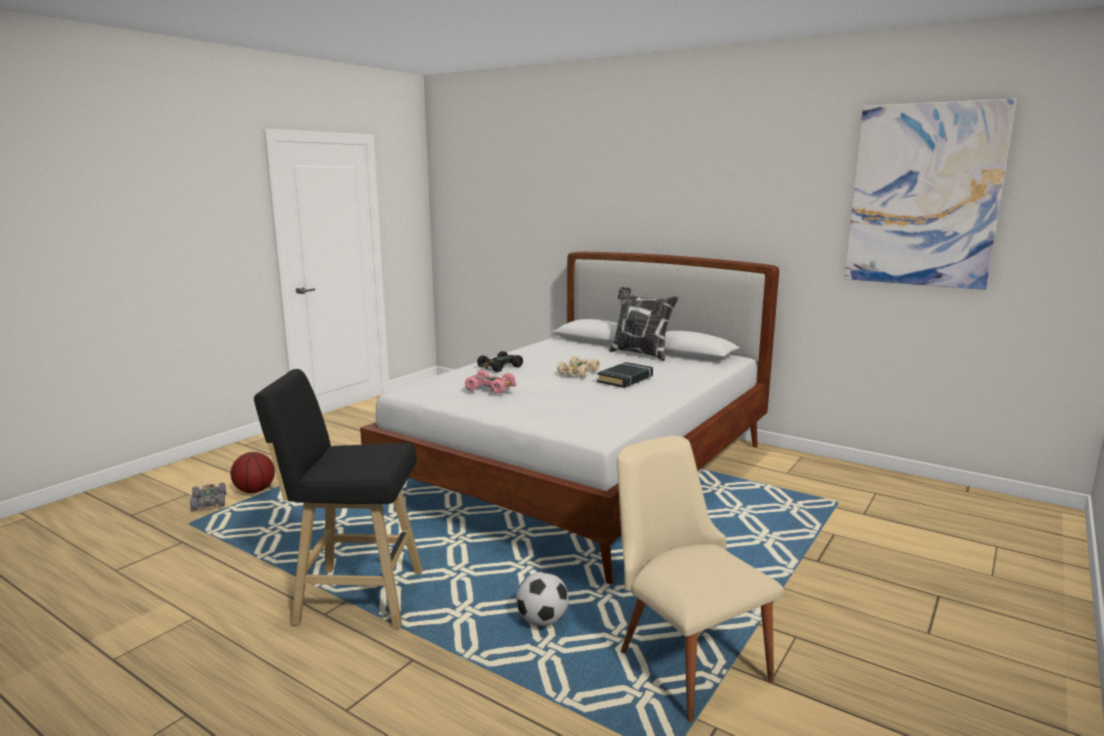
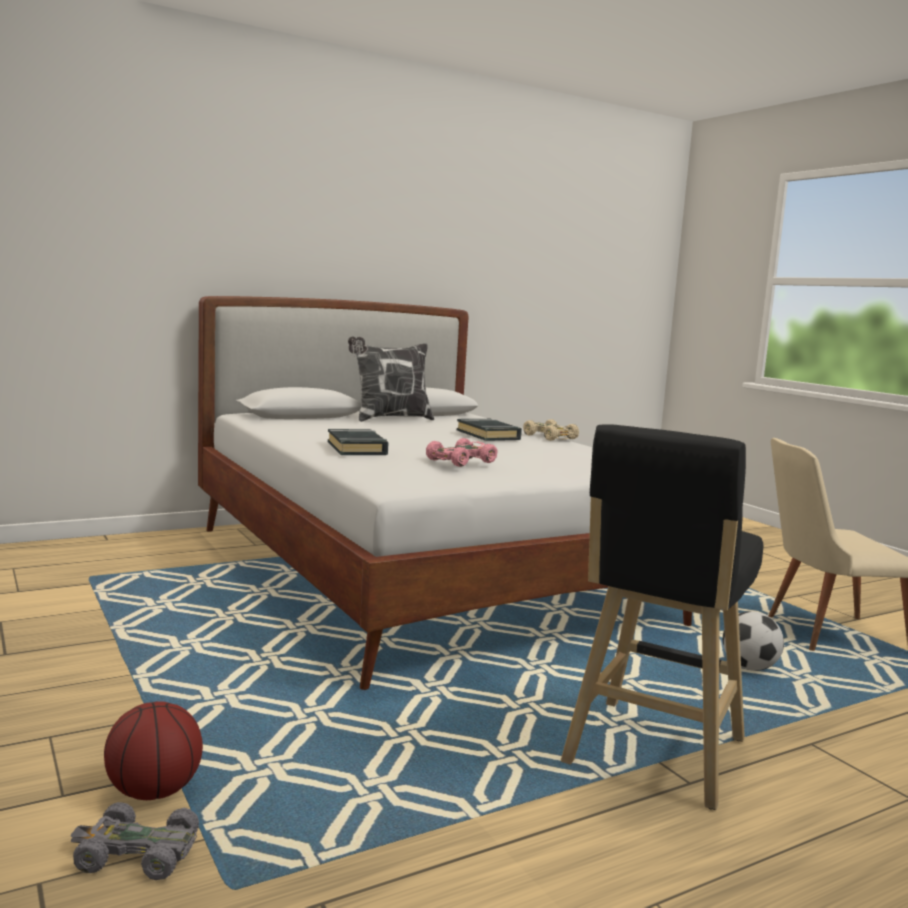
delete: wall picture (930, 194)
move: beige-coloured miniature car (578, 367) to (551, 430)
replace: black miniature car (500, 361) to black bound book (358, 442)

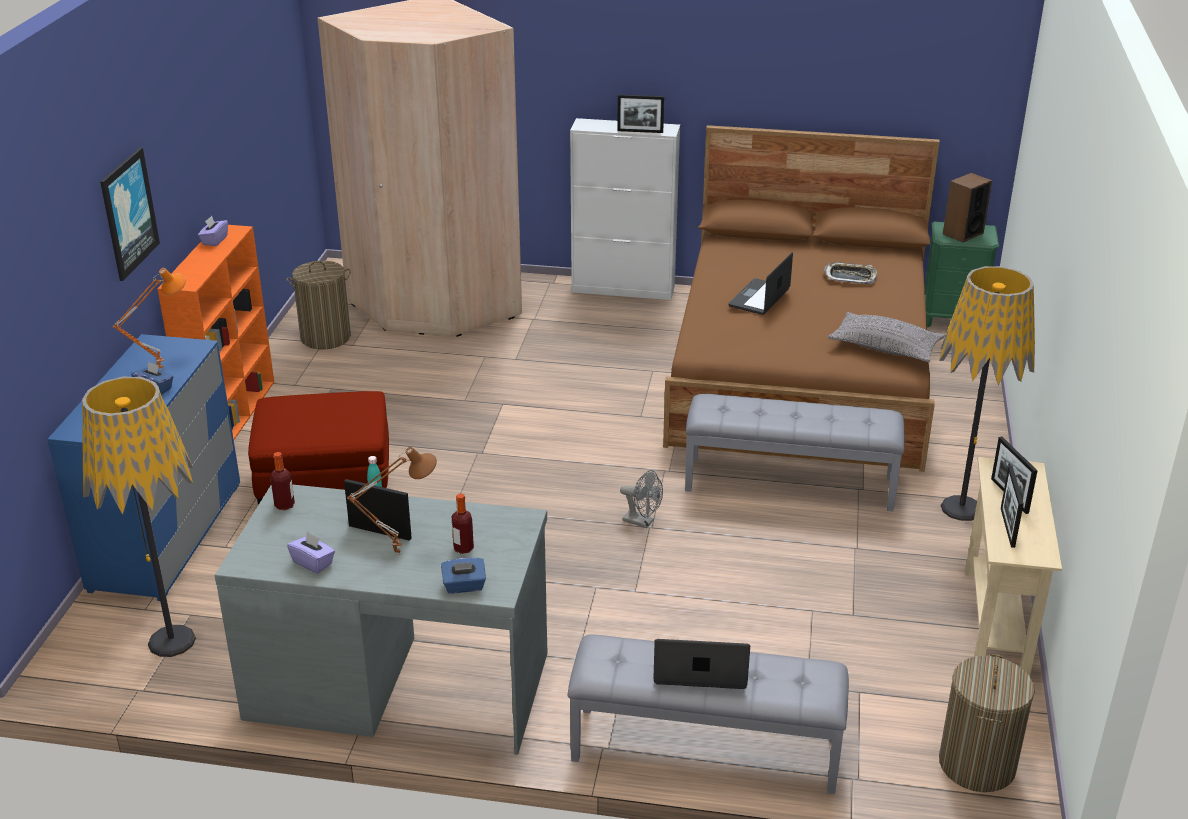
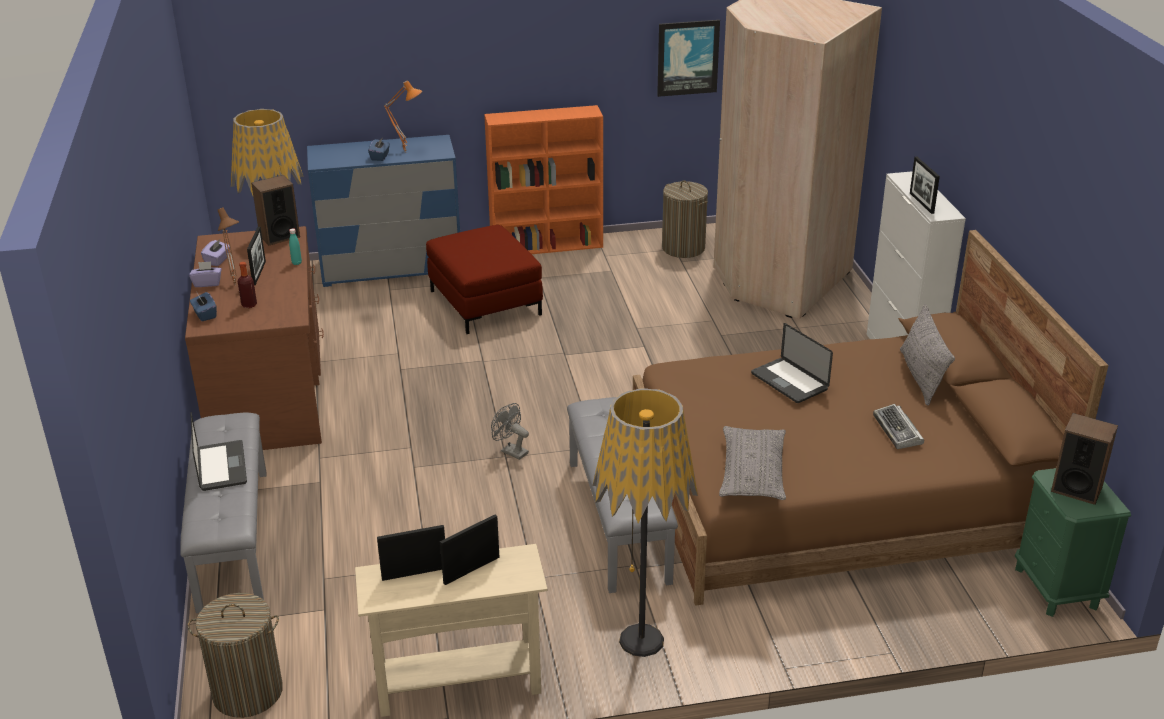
insert: grey throw pillow (927, 355)
move: wall picture (130, 214) to (688, 58); purple-coloured tissue box (213, 231) to (205, 274)
replace: bottle (282, 481) to speaker (275, 210); serving tray (850, 273) to PC keyboard (898, 426)
recolor: grey desk unit (381, 619) to brown desk unit (254, 338)
rotate: grey fan (641, 499) = (510, 431) 120 degrees clockwise; notebook computer (761, 283) = (792, 363) 135 degrees counterclockwise

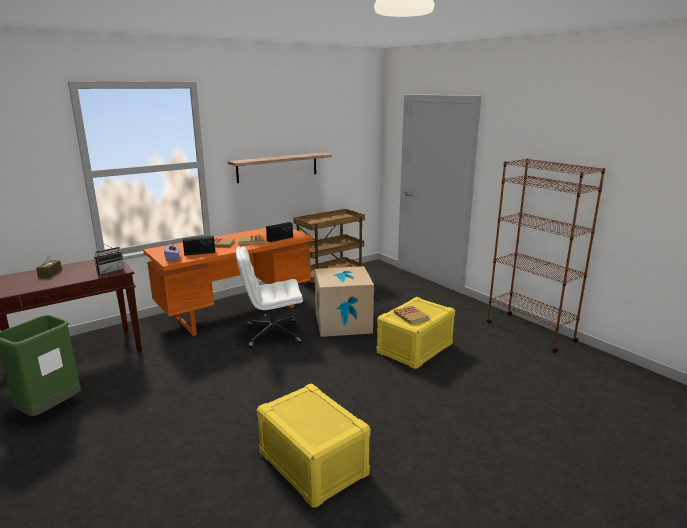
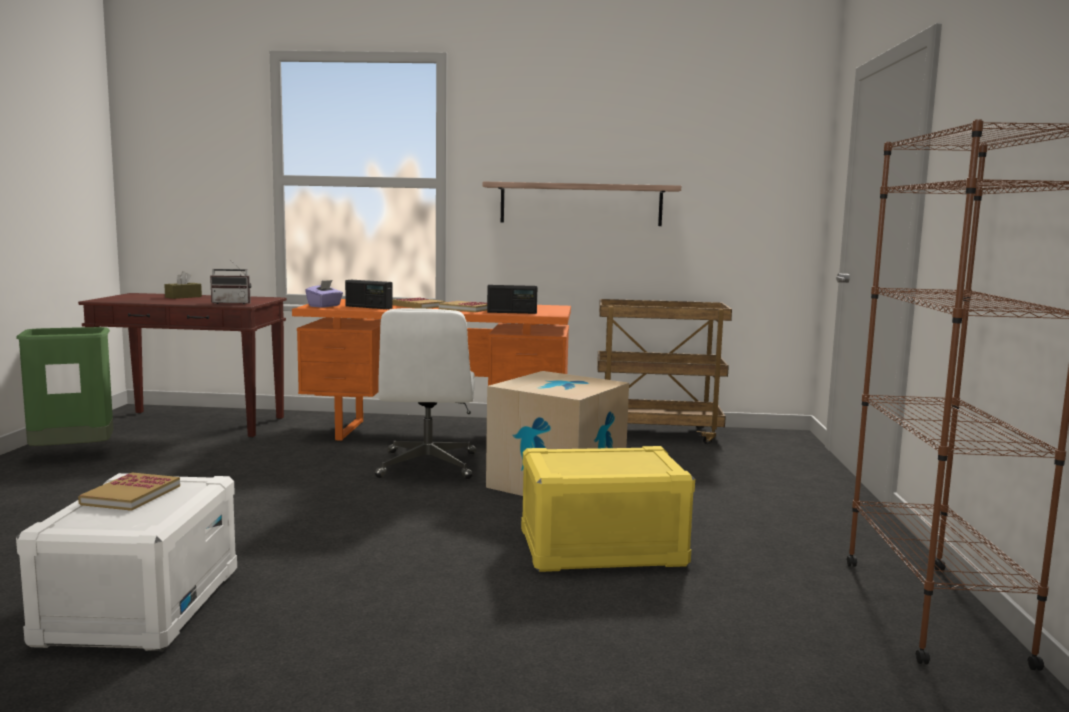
move: bound book (411, 315) to (129, 492)
recolor: yellow storage box (313, 445) to whitish storage box (126, 562)
rotate: whitish desk chair (269, 297) = (425, 393) 120 degrees counterclockwise

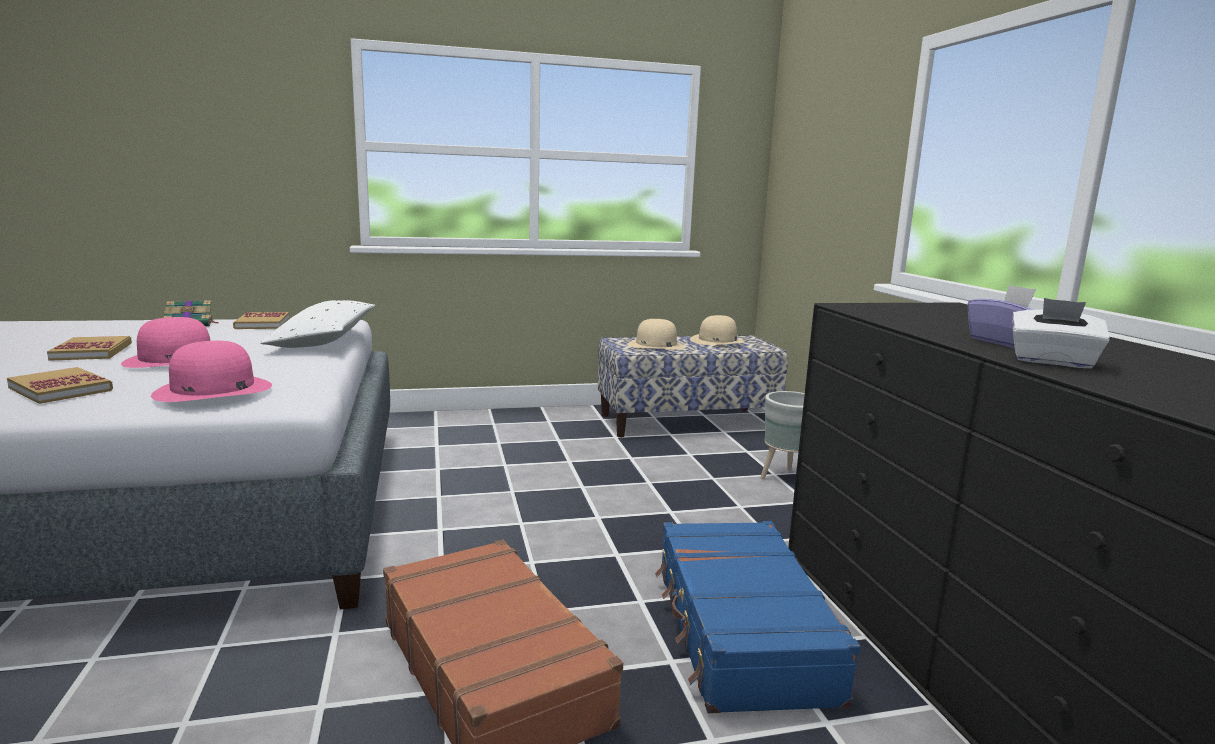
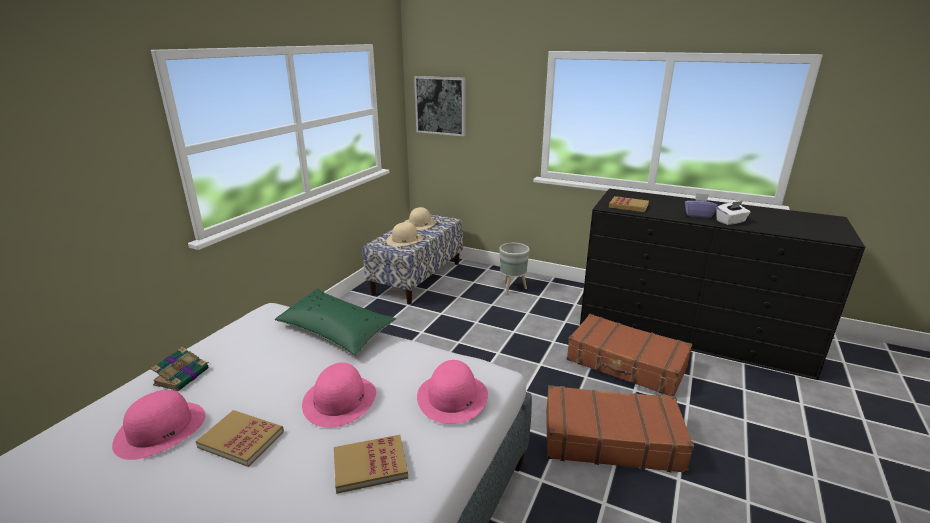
insert: pink-coloured wearable hat (159, 425); wall picture (439, 106)
move: bound book (261, 320) to (629, 204)
recolor: whitish throw pillow (317, 324) to green-coloured throw pillow (335, 322); blue-coloured piece of luggage (757, 617) to brown piece of luggage (629, 355)

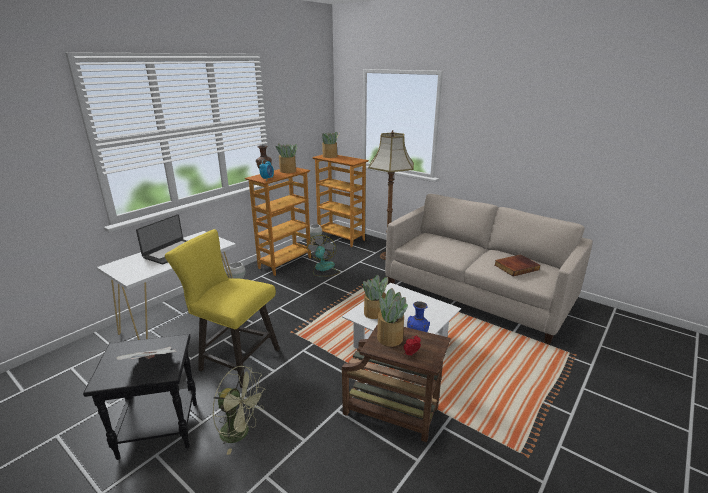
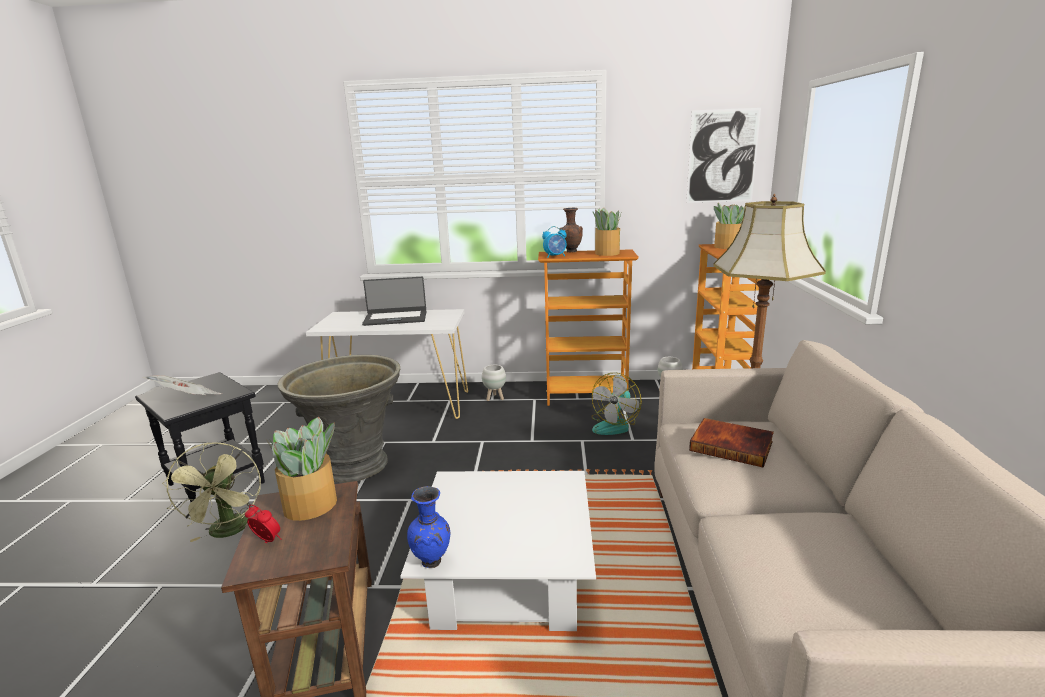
delete: plant in a pot (375, 297)
insert: wall picture (723, 155)
move: bound book (517, 265) to (731, 443)
replace: yellow stool seat (222, 308) to grey plant pot (339, 419)
rotate: fan (323, 256) = (616, 404) 150 degrees clockwise

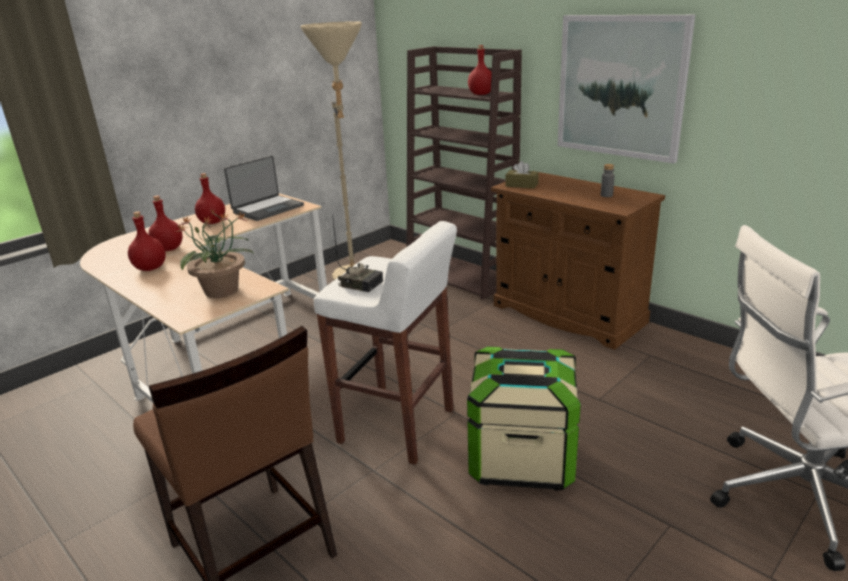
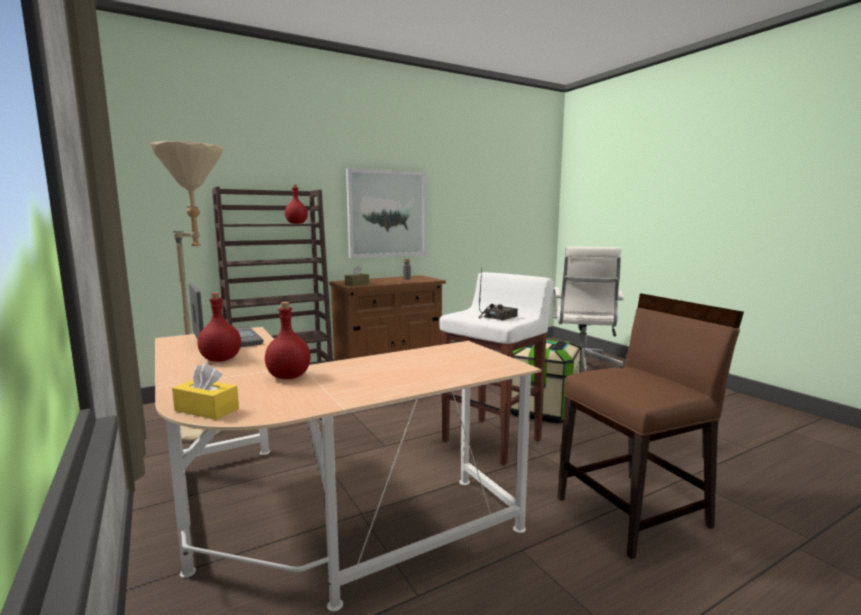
delete: red-coloured bottle (147, 241); plant in a pot (214, 254)
insert: yellow tissue box (205, 391)

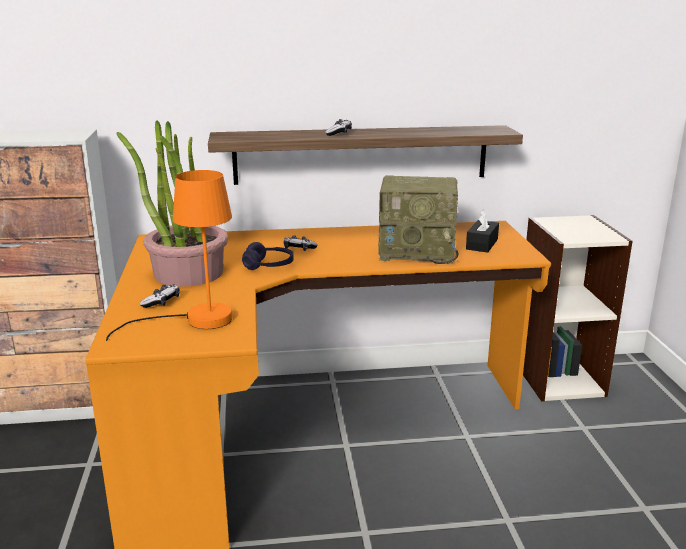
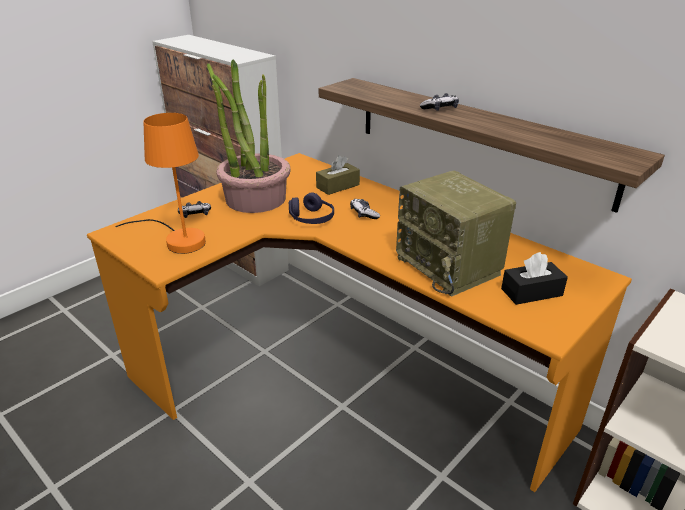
insert: brown tissue box (338, 175)

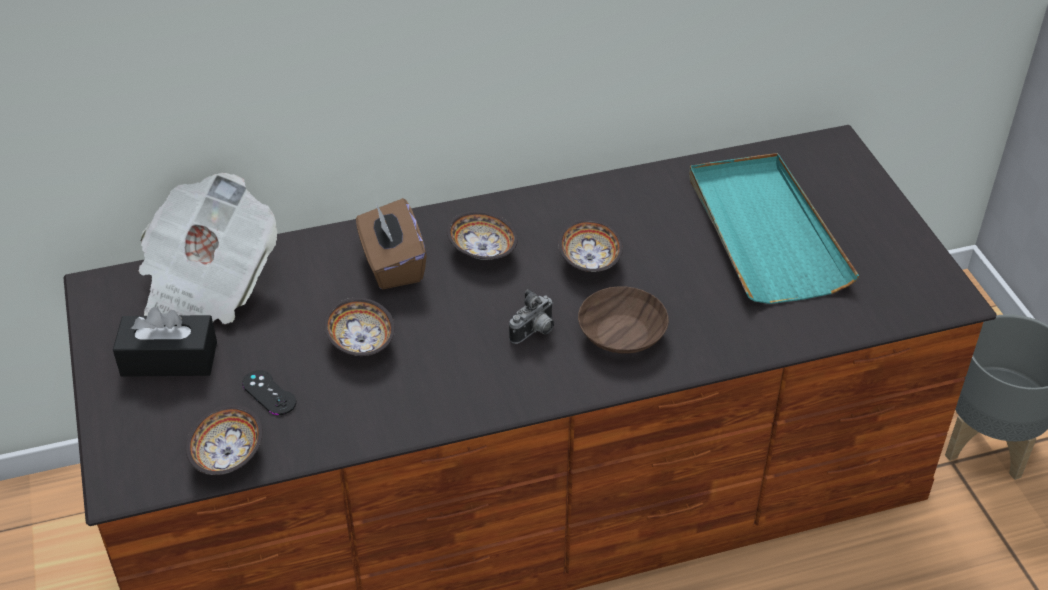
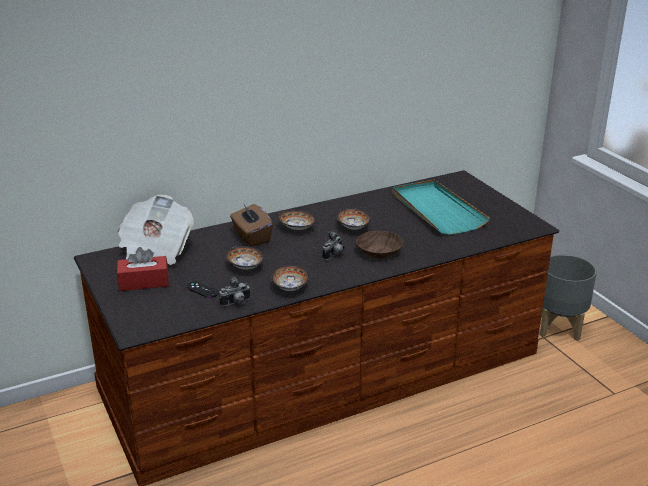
insert: photo camera (234, 291)
move: deep dish (224, 440) to (290, 278)
recolor: black tissue box (165, 342) to red-coloured tissue box (143, 269)

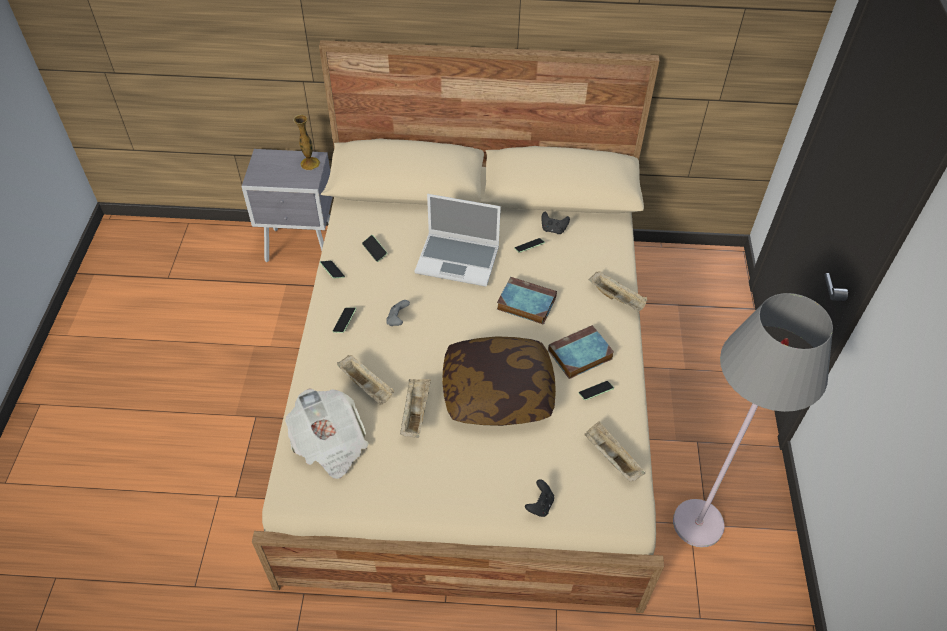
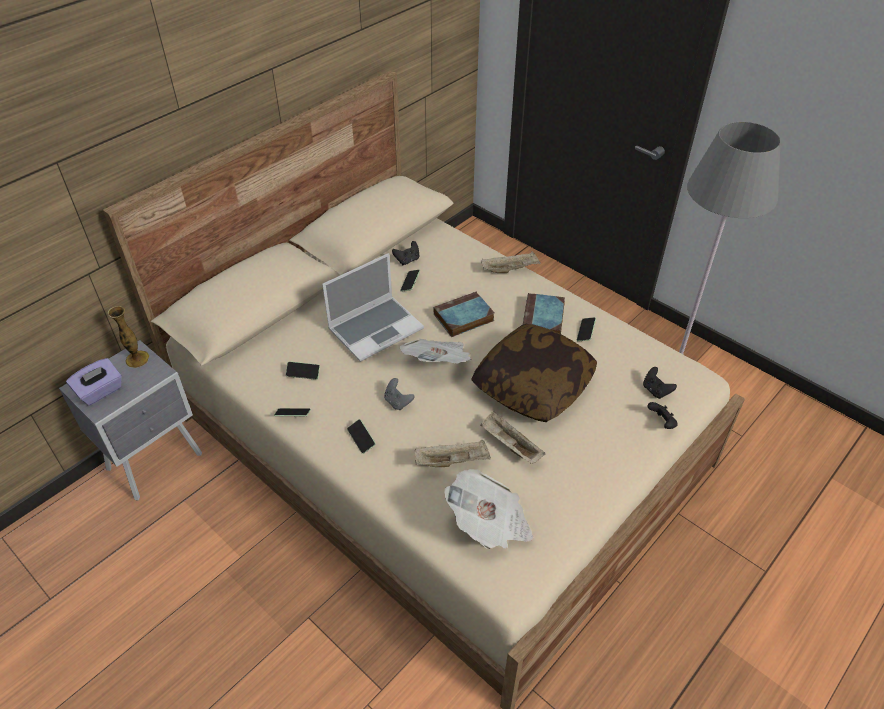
delete: beige-coloured serving tray (614, 452)
insert: purple-coloured tissue box (94, 382); printed paper (435, 351); black game controller (660, 383)

